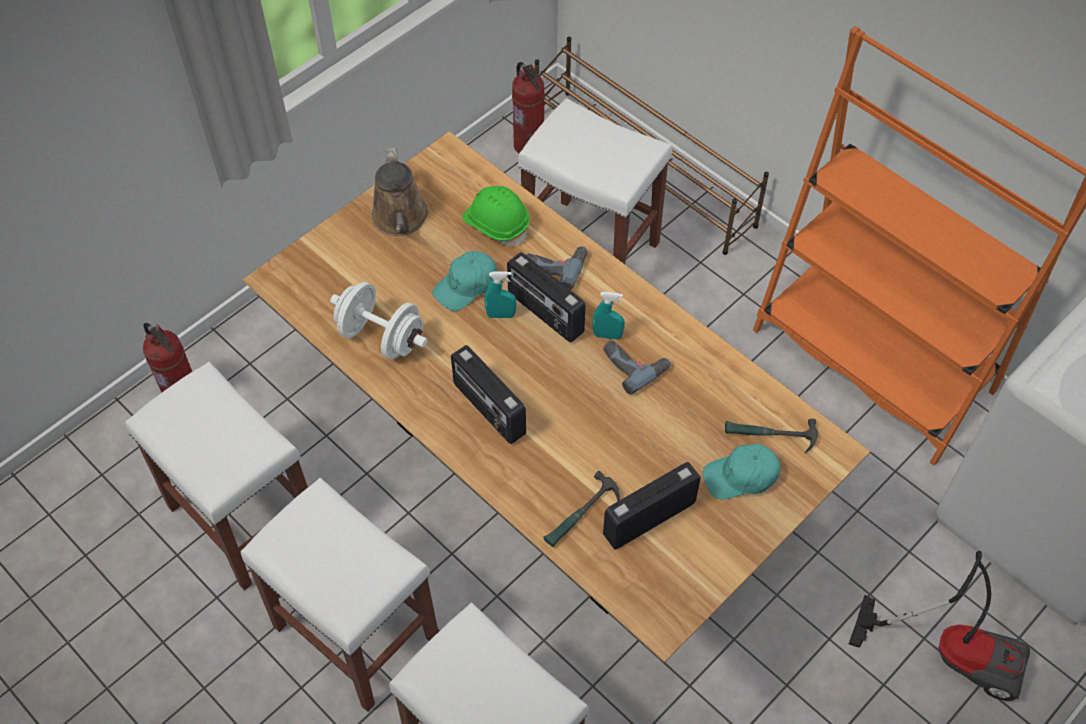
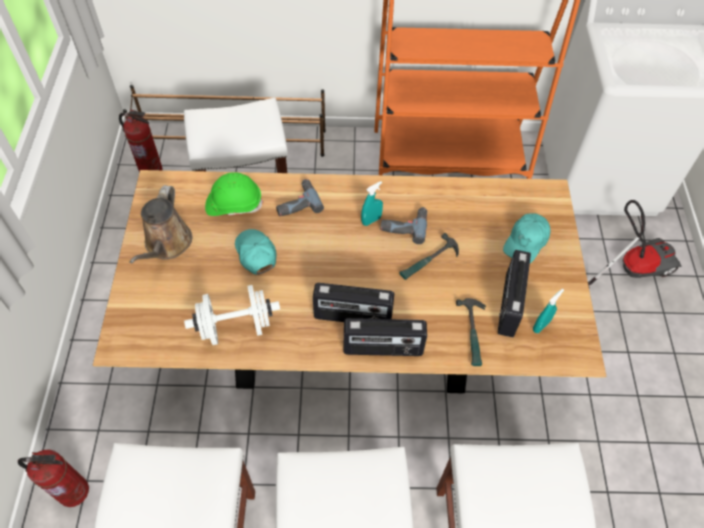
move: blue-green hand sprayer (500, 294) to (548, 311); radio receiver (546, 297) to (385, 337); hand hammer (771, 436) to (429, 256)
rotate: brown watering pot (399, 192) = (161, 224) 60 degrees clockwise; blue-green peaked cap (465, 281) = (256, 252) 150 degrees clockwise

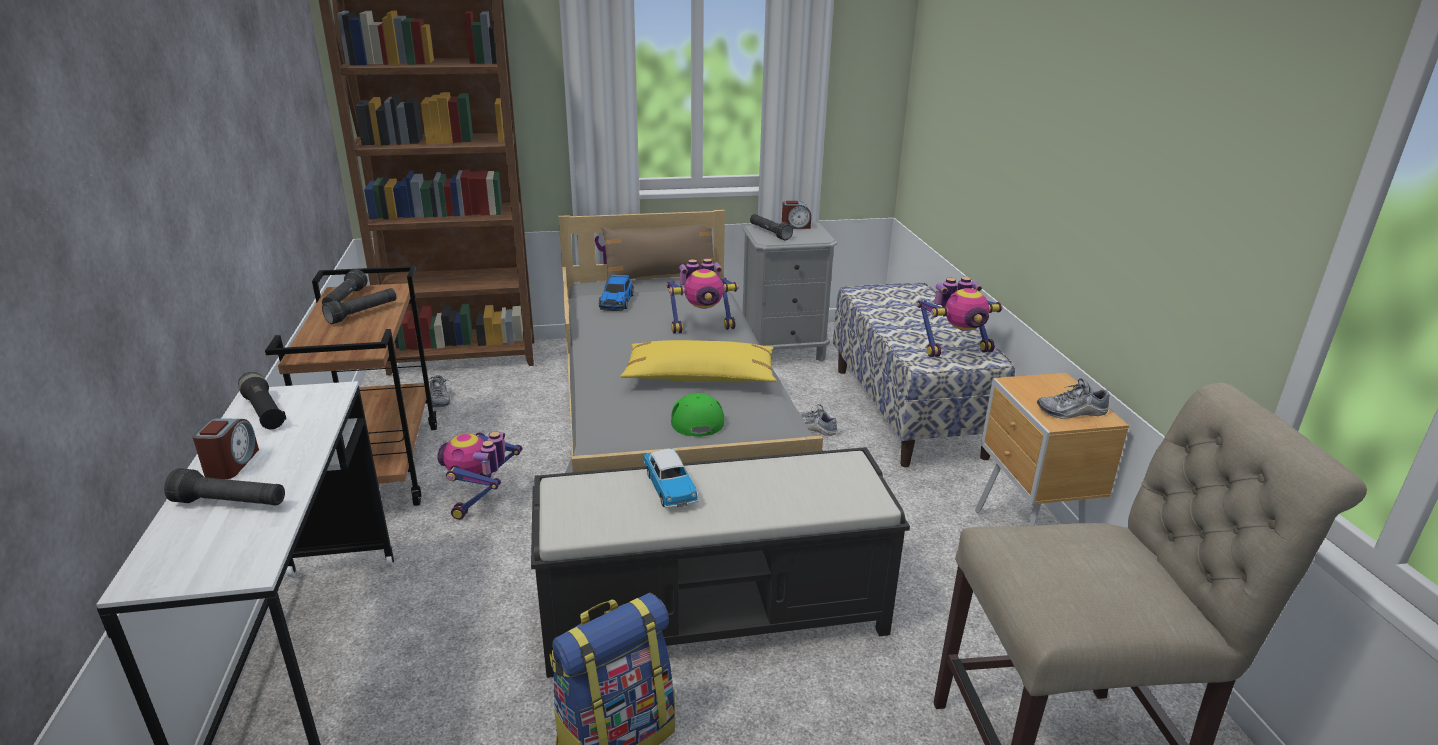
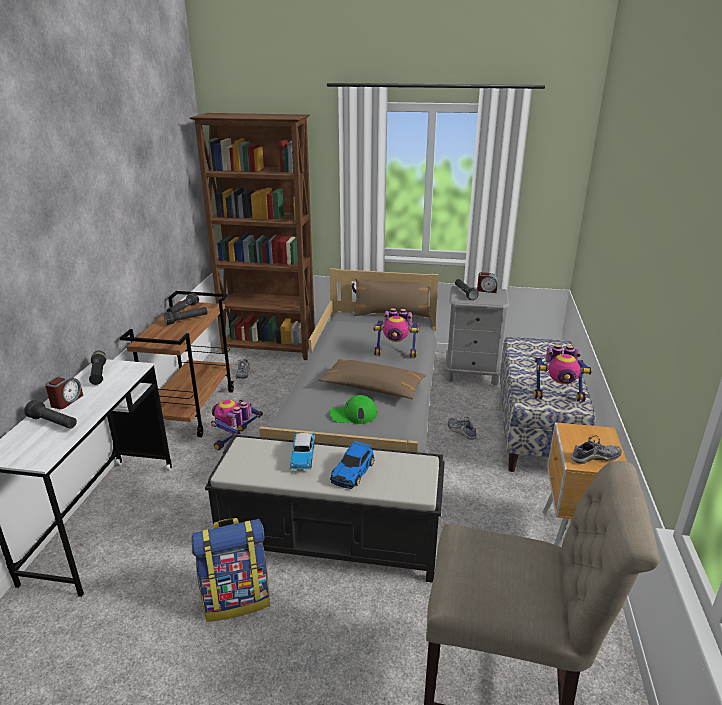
move: miniature car (616, 293) to (352, 464)
recolor: yellow throw pillow (698, 361) to brown throw pillow (372, 379)
rotate: green-coloured peaked cap (698, 415) = (353, 409) 105 degrees counterclockwise; low shoe (1074, 398) = (596, 449) 150 degrees clockwise

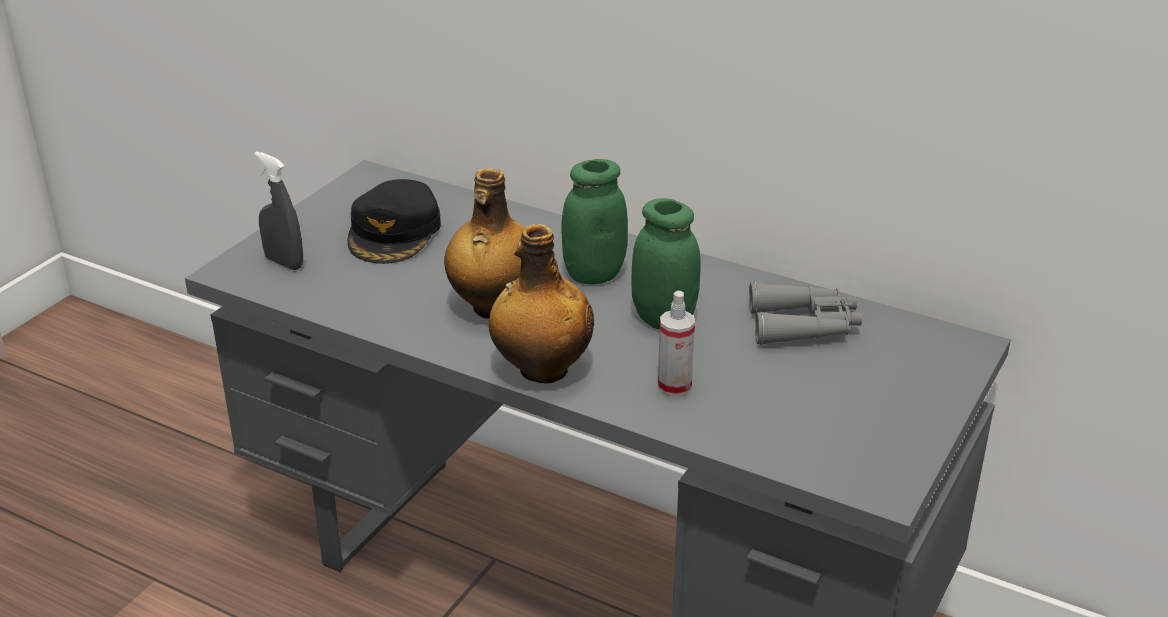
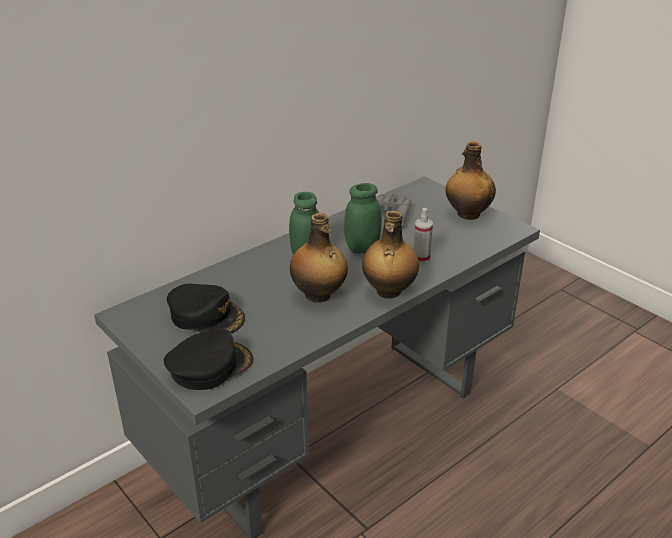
insert: bottle (470, 180)
replace: grey hand sprayer (278, 210) to black peaked cap (208, 359)

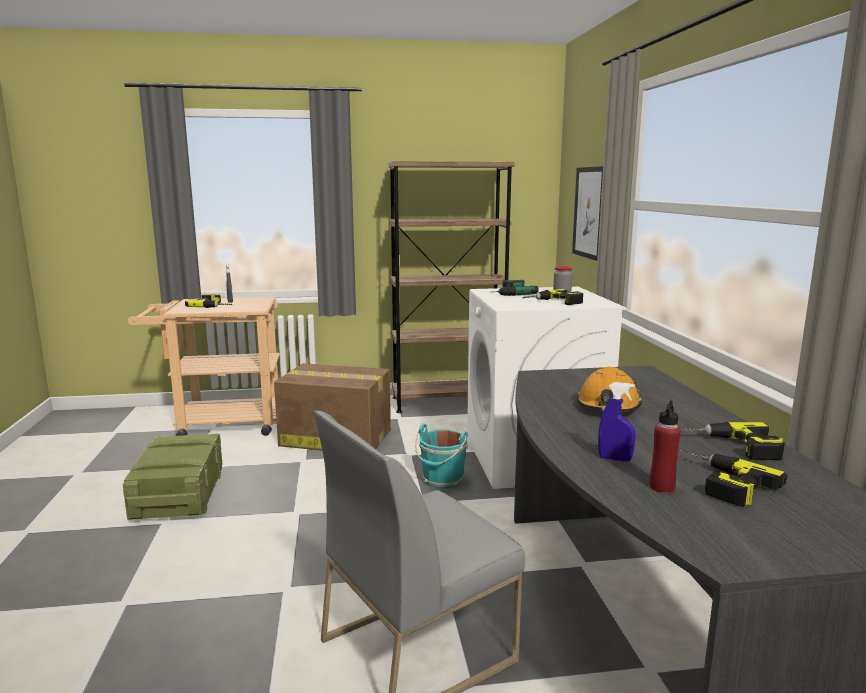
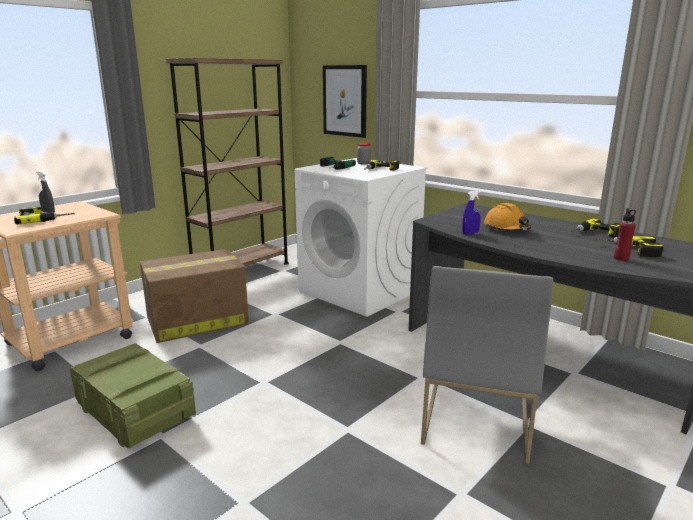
delete: blue-green bucket (441, 456)
move: blue-coloured hand sprayer (617, 422) to (471, 212)

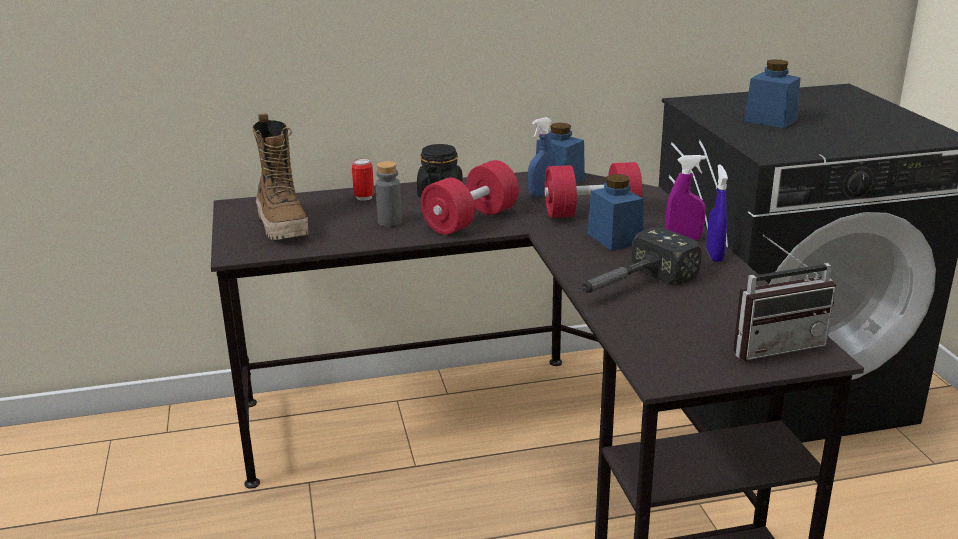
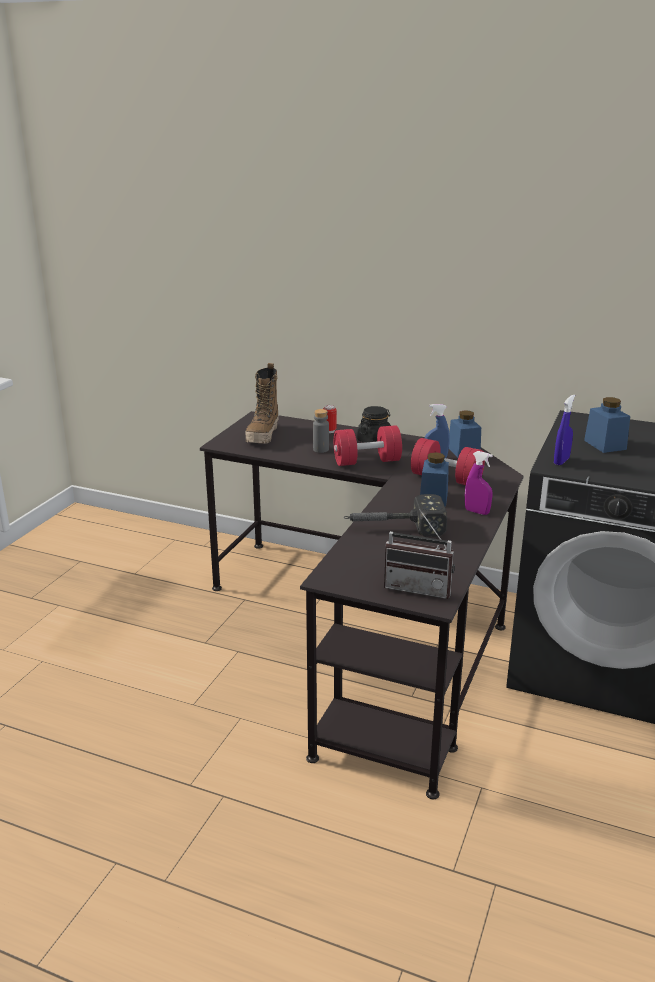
move: blue-coloured hand sprayer (717, 213) to (564, 430)

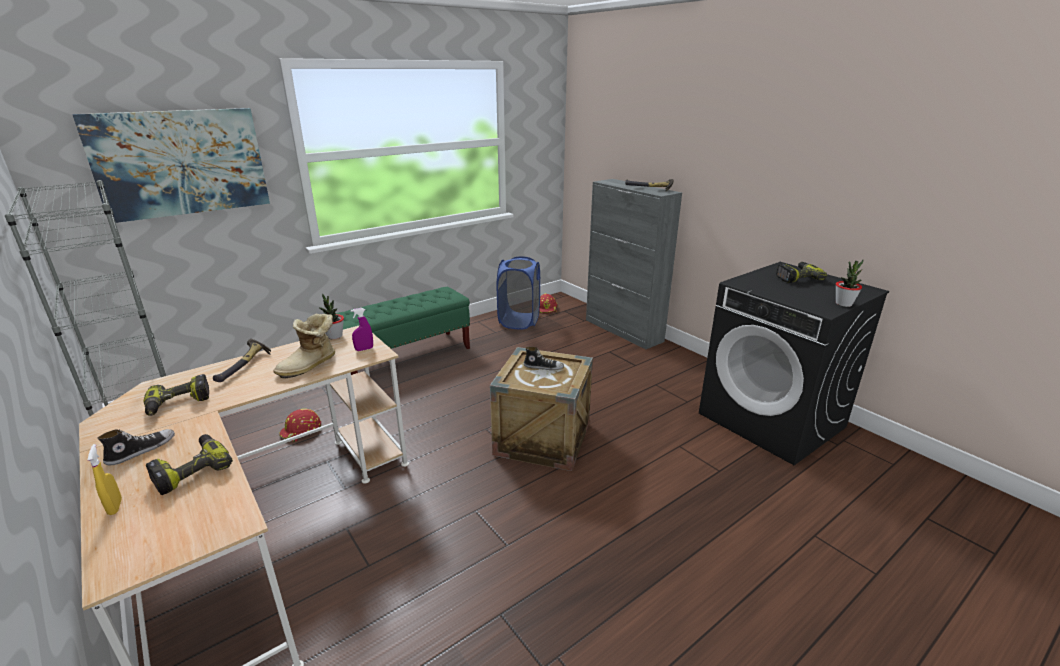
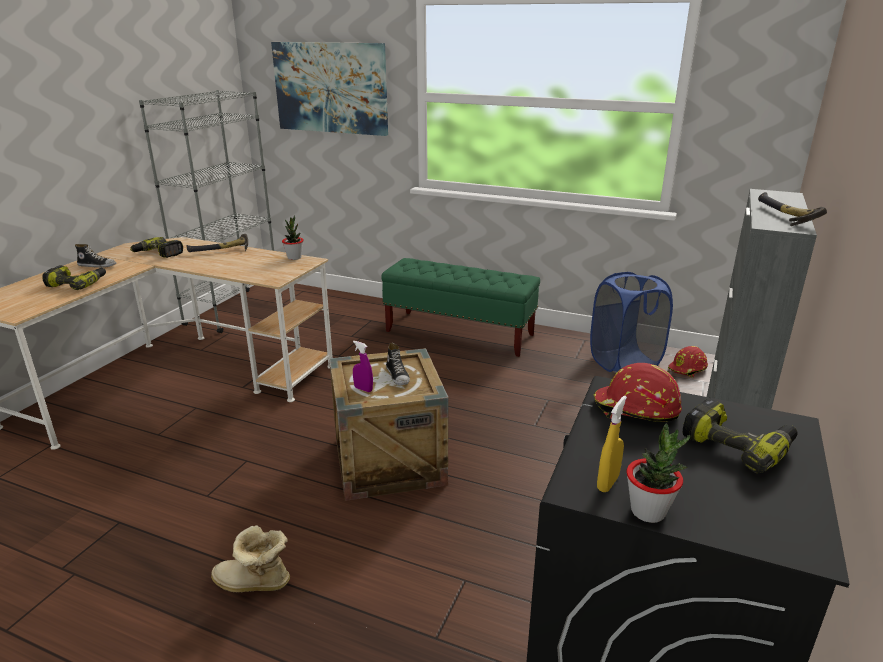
move: yellow hand sprayer (105, 479) to (612, 444); high-top boot (304, 346) to (250, 558); red-coloured work helmet (300, 425) to (638, 392); purple-coloured hand sprayer (362, 329) to (363, 366)

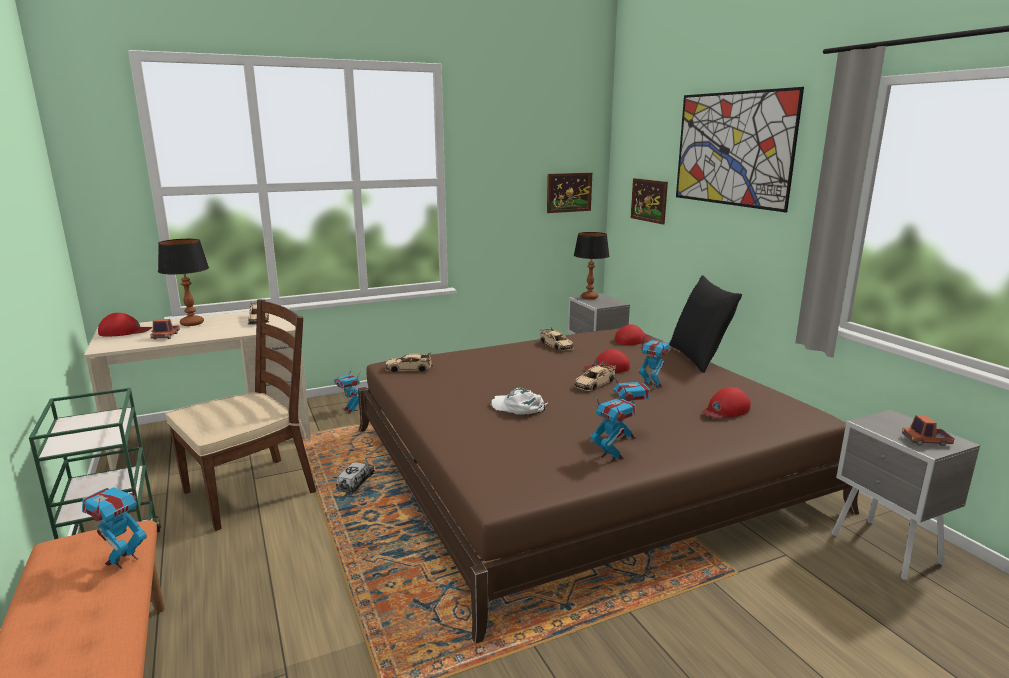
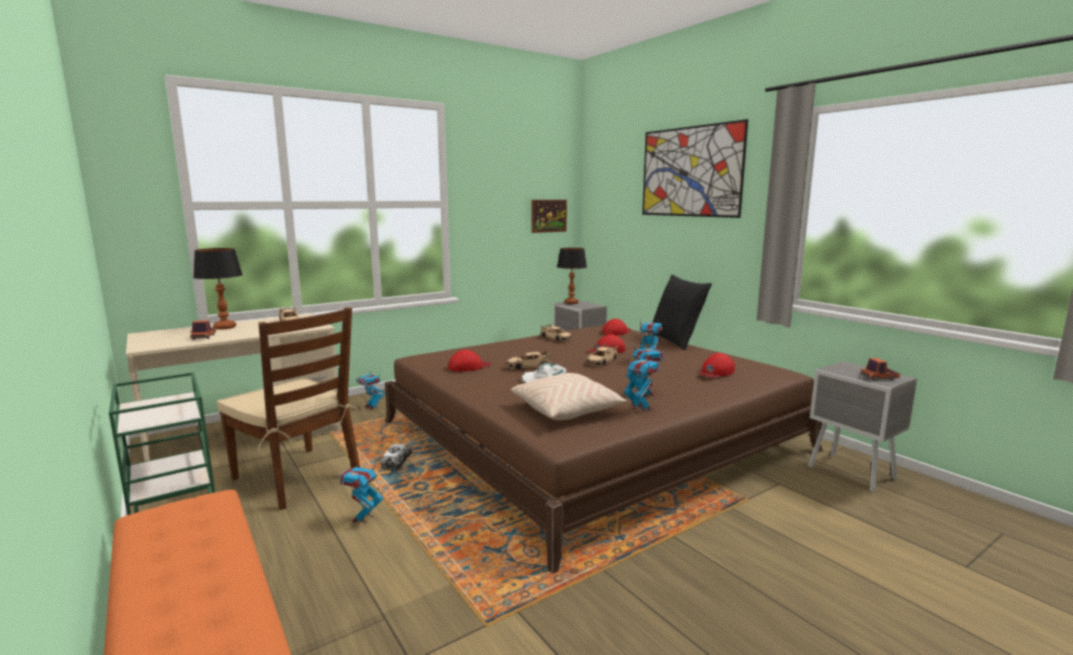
delete: wall picture (649, 201)
insert: beige-coloured throw pillow (569, 396)
move: model robot (114, 525) to (361, 492); red-coloured peaked cap (125, 325) to (470, 361); beige-coloured miniature car (408, 362) to (529, 359)
rotate: brown plain chair (240, 415) = (288, 408) 90 degrees clockwise

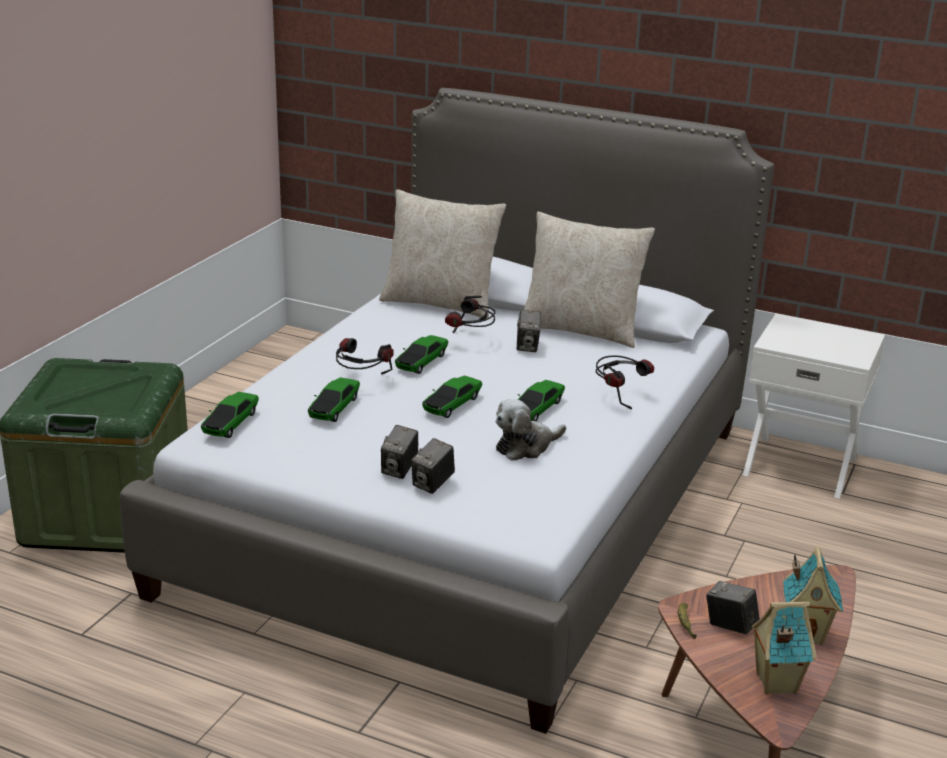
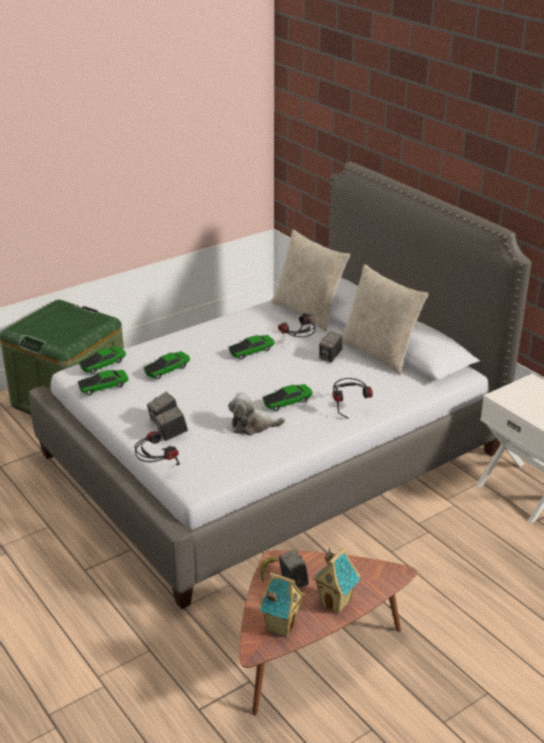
move: headset (365, 356) to (157, 448); miniature car (452, 397) to (103, 383)

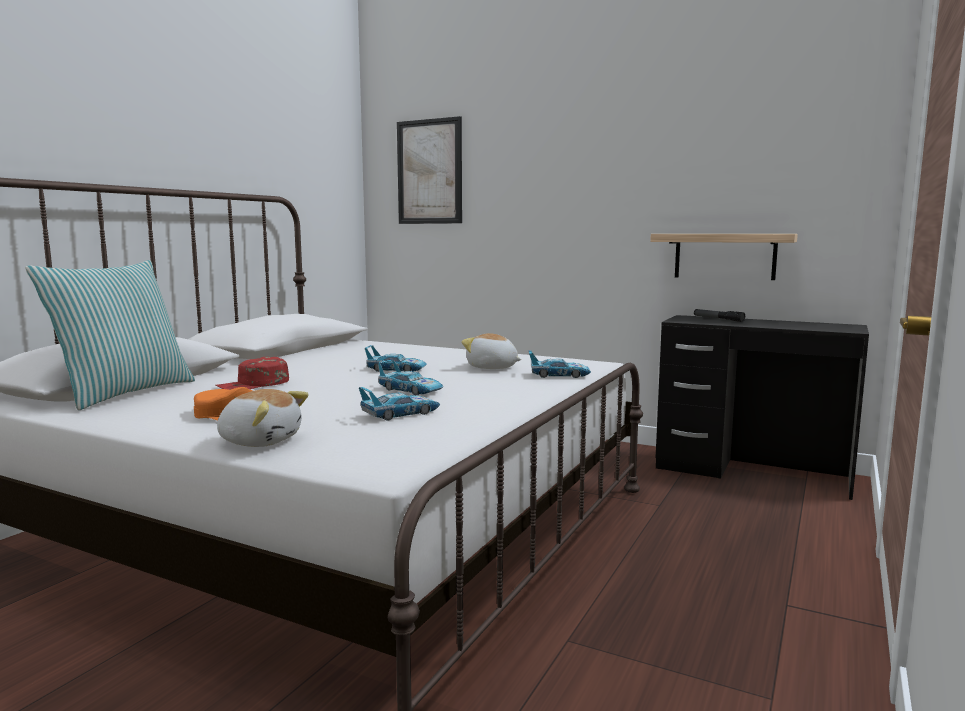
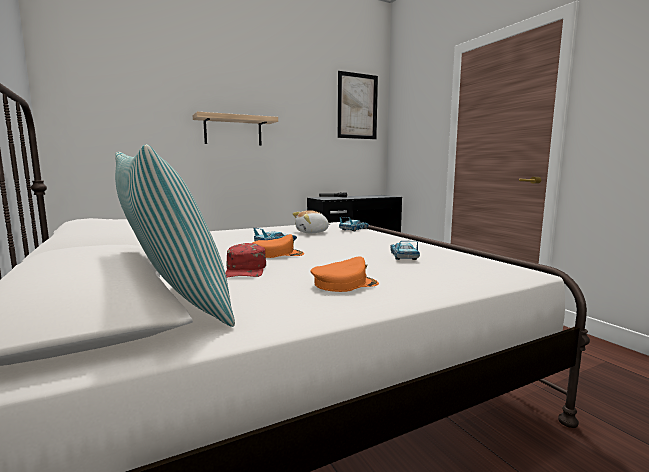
delete: cuddly toy (263, 418); miniature car (410, 377)
insert: orangey peaked cap (278, 246)
move: wall picture (429, 170) to (358, 105); bracket shelf (724, 257) to (235, 128)

